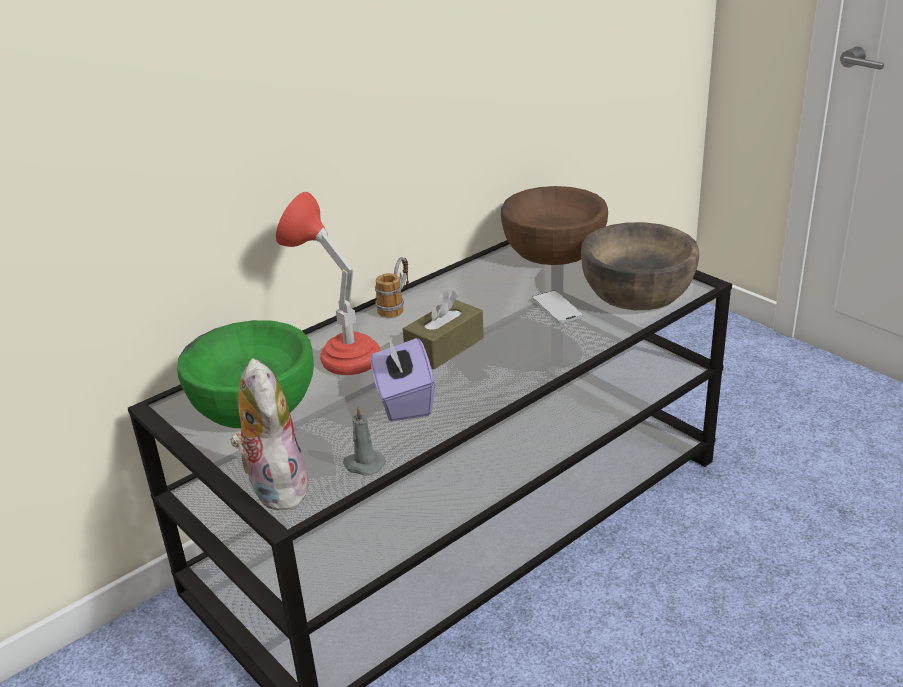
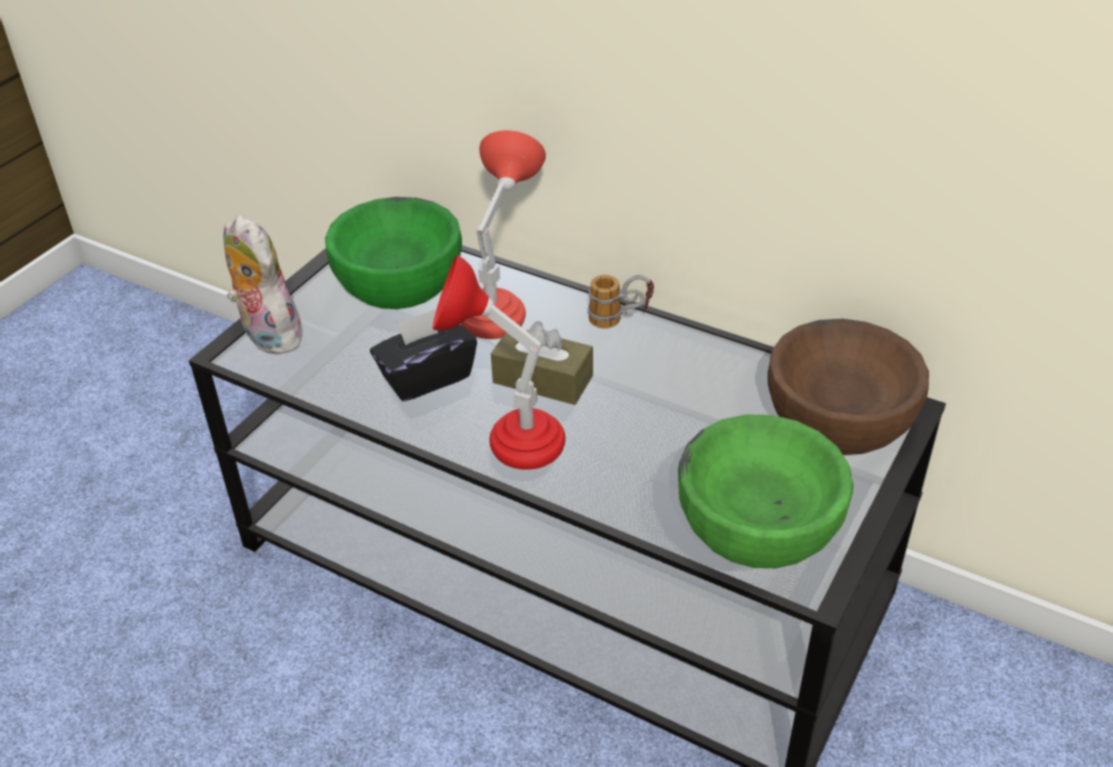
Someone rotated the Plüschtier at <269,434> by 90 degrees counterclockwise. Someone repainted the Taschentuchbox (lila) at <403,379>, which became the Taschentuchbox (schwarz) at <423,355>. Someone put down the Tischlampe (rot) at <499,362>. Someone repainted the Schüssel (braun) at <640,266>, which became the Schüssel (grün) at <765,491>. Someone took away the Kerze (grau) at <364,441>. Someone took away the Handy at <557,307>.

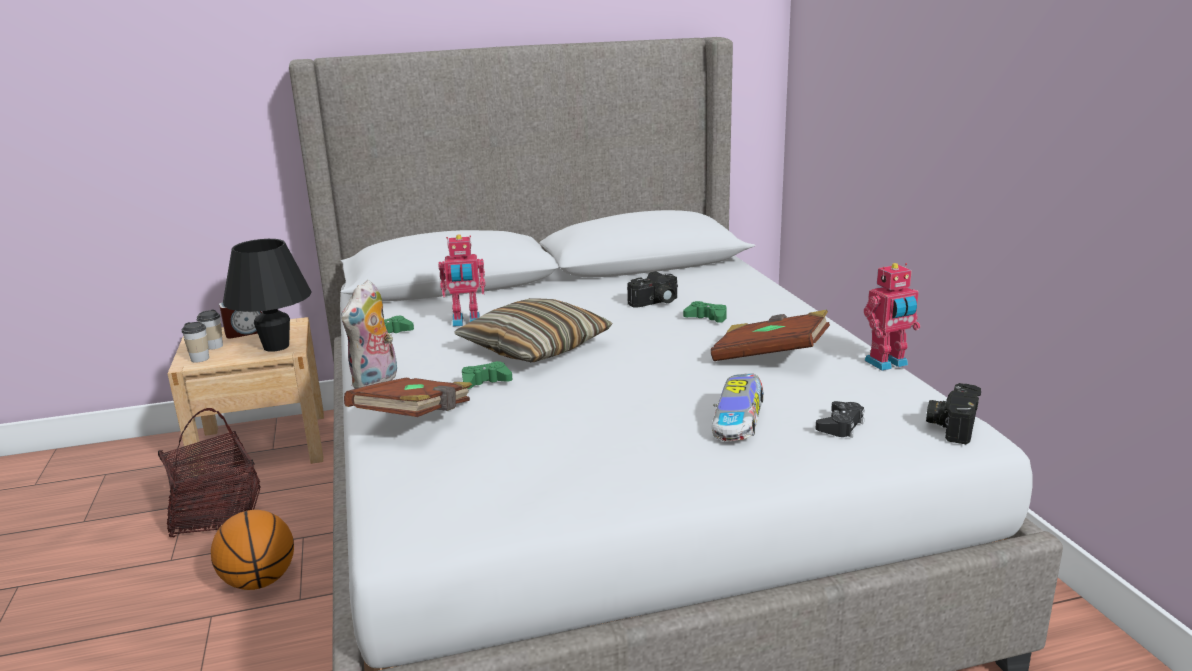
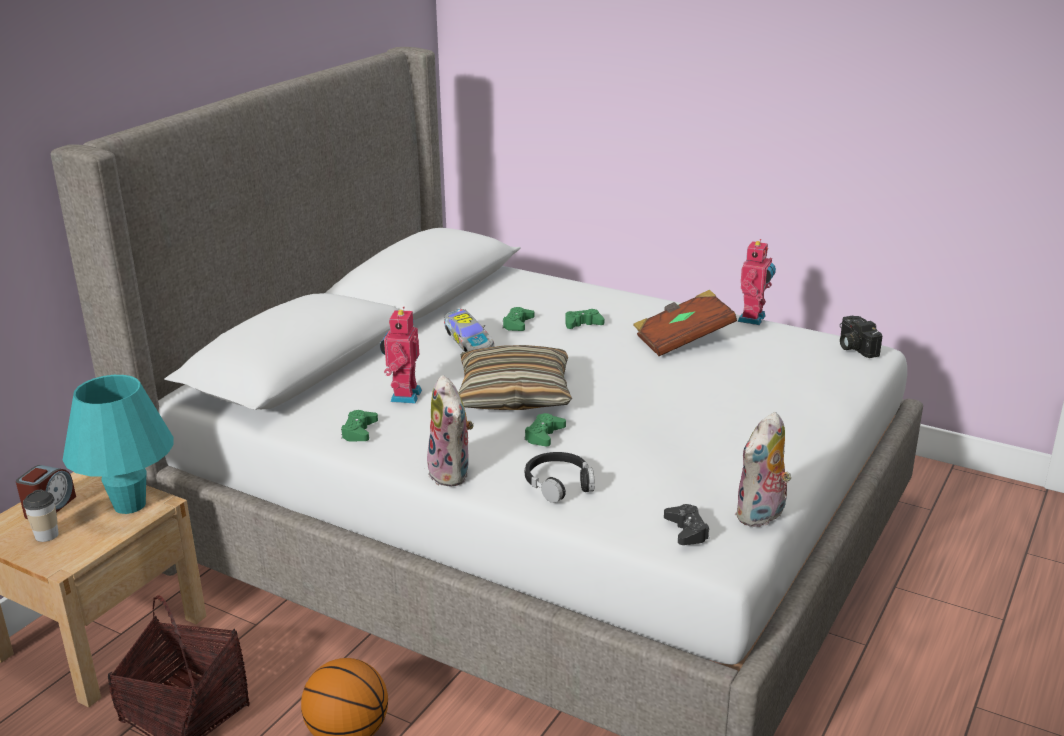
Someone repainted the Tischlampe (schwarz) at <267,295>, which became the Tischlampe (türkis) at <117,444>. Someone rotated the Spielzeugroboter at <462,281> by 150 degrees clockwise. Someone carried the Spielzeugauto from <738,407> to <469,330>. Someone swapped the Kamera at <652,289> for the Gamepad (grün) at <518,319>. Someone swapped the Buch (braun) at <408,397> for the Kopfhörer (schwarz) at <560,477>. Someone carried the Gamepad (schwarz) from <839,419> to <687,524>. Someone put down the Plüschtier at <763,469>. Someone took away the Tasse at <195,342>.

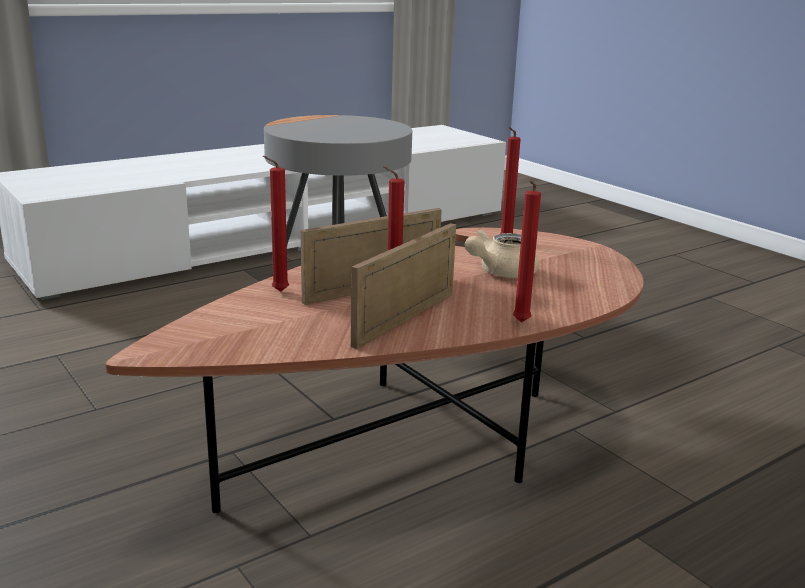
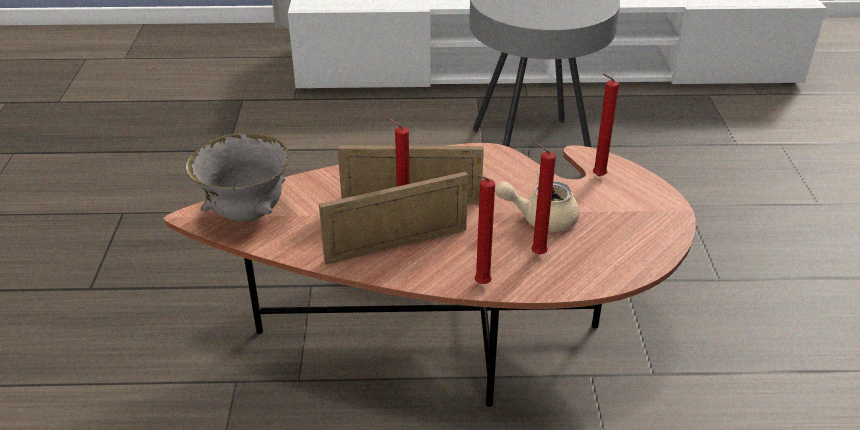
Someone put down the Schüssel (grau) at <237,177>. Someone carried the Kerze (rot) from <276,224> to <543,198>.

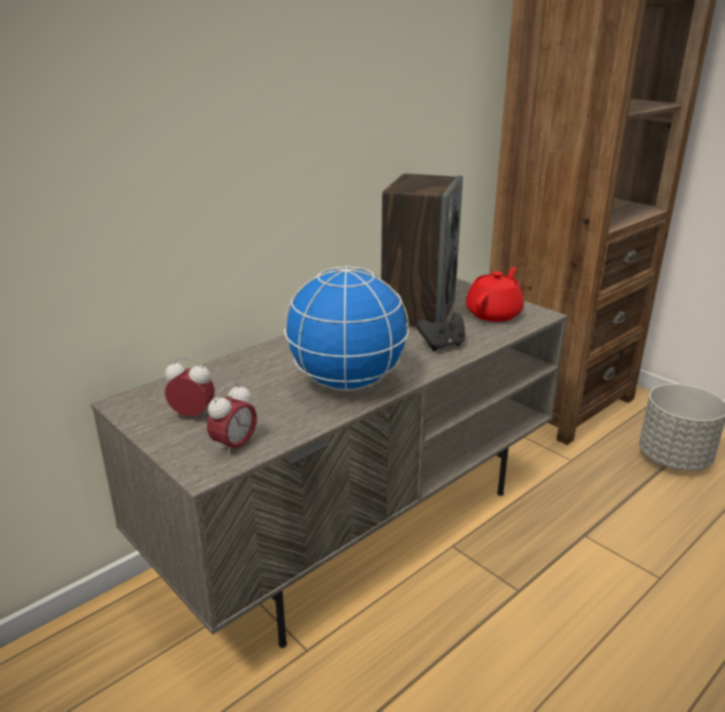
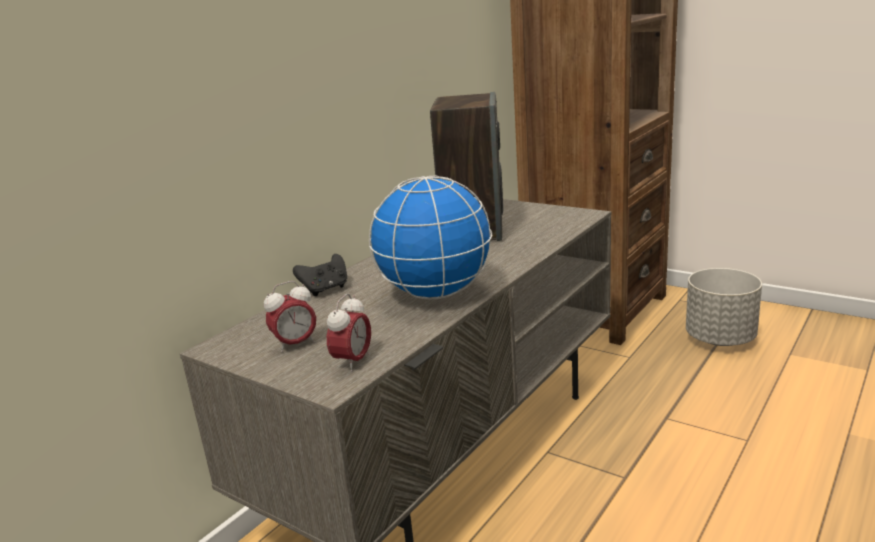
Someone rotated the Wecker at <190,387> by 150 degrees clockwise. Someone carried the Gamepad (schwarz) from <440,332> to <320,275>. Someone took away the Teekanne (rot) at <495,295>.

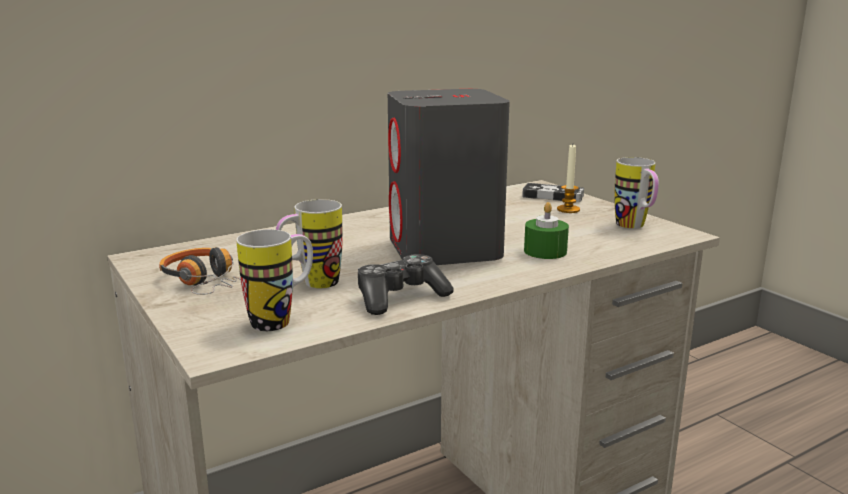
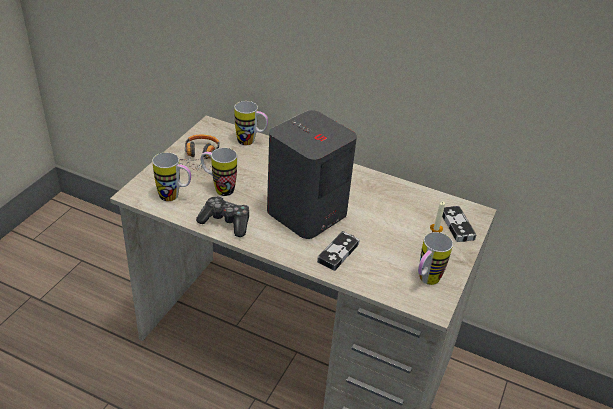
Someone put down the Henkelbecher at <251,123>. Someone swapped the Kerze (grün) at <546,230> for the Gamepad at <338,251>.

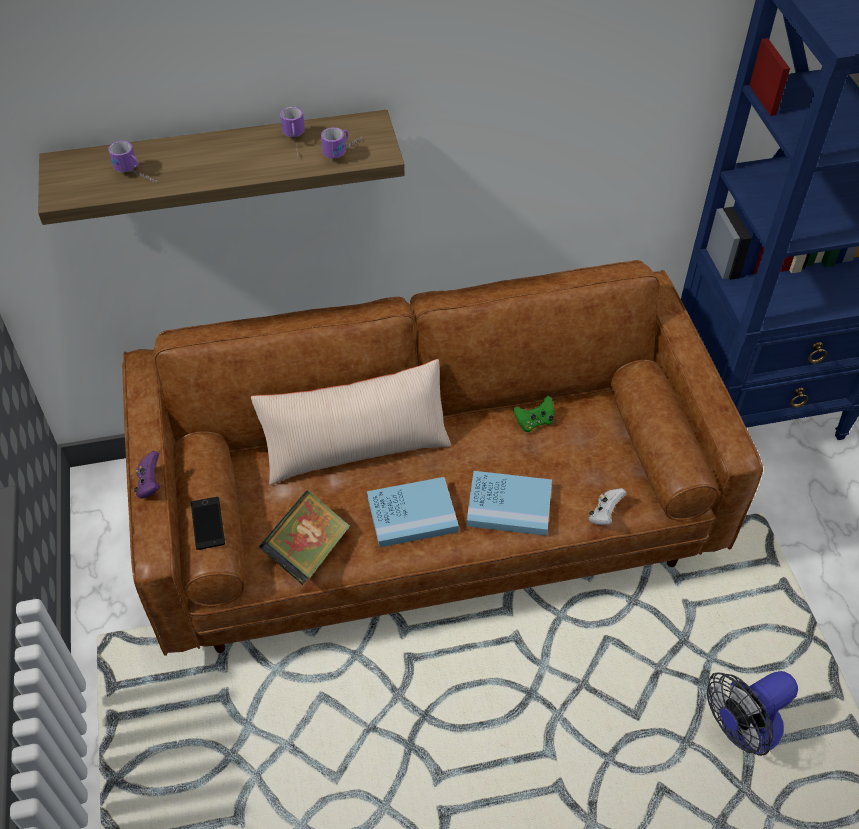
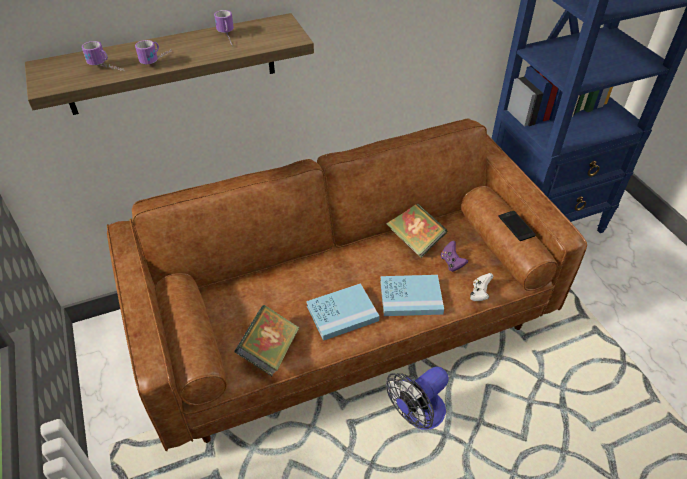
Someone carried the Henkelbecher from <341,142> to <153,52>. Someone swapped the Gamepad (grün) at <533,414> for the Buch at <416,231>. Someone carried the Ventilator from <752,713> to <417,398>. Someone carried the Gamepad (lila) from <147,475> to <454,256>. Someone carried the Handy from <208,523> to <517,226>. Someone took away the Kissen (beige) at <351,422>.

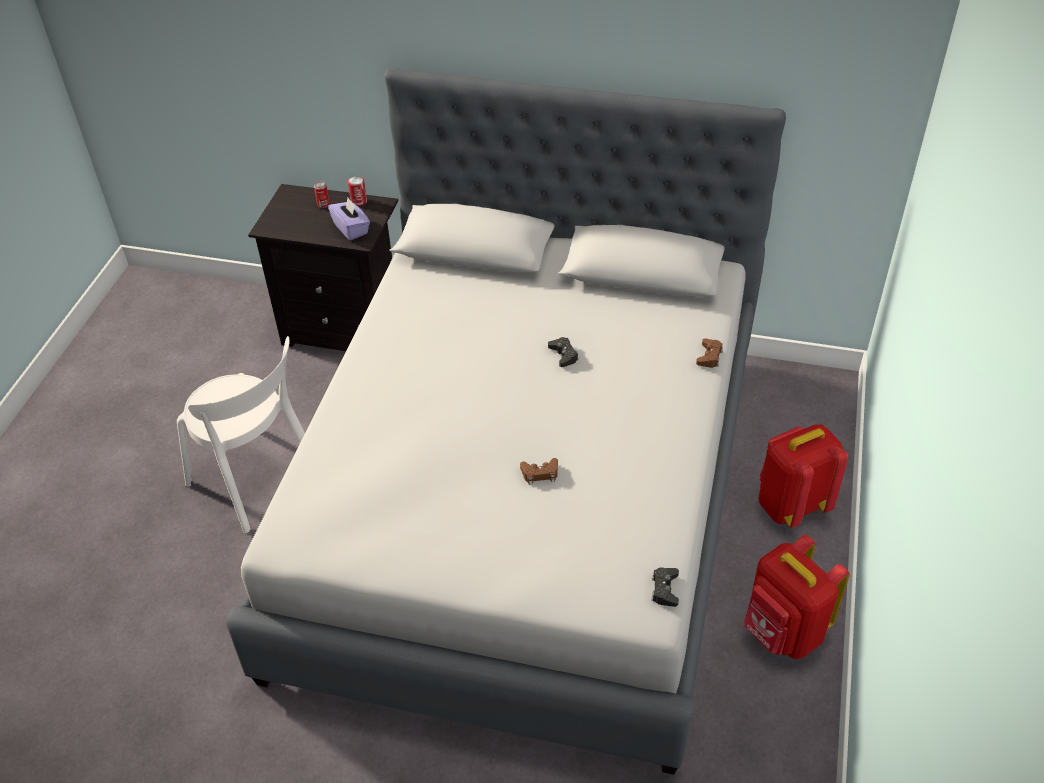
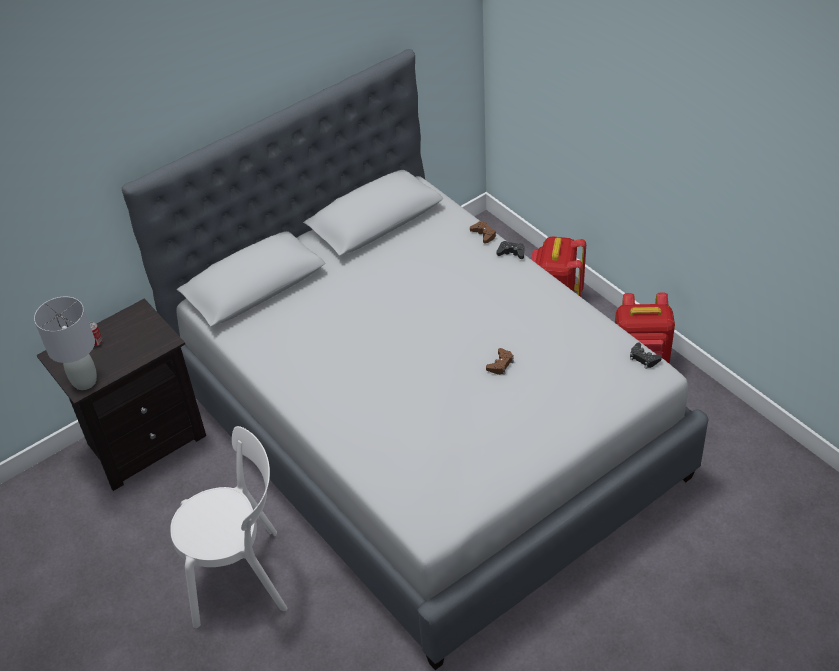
Someone put down the Tischlampe (grau) at <65,343>. Someone carried the Gamepad (schwarz) from <563,352> to <510,250>. Someone took away the Taschentuchbox (lila) at <349,219>. Someone took away the Dose at <357,191>.

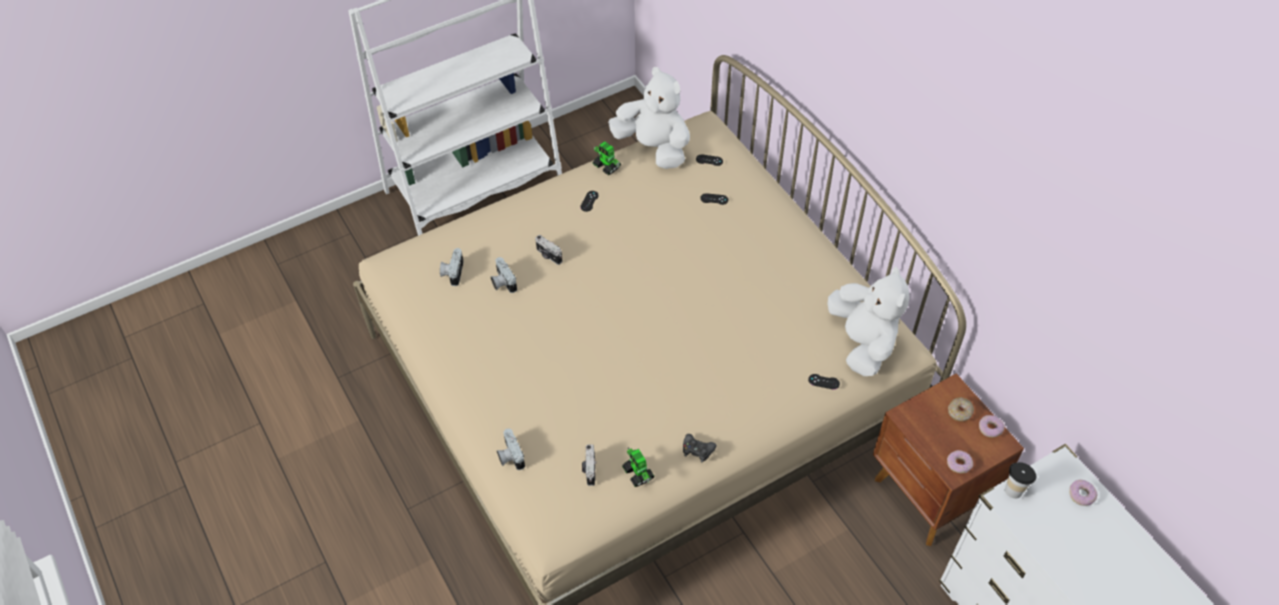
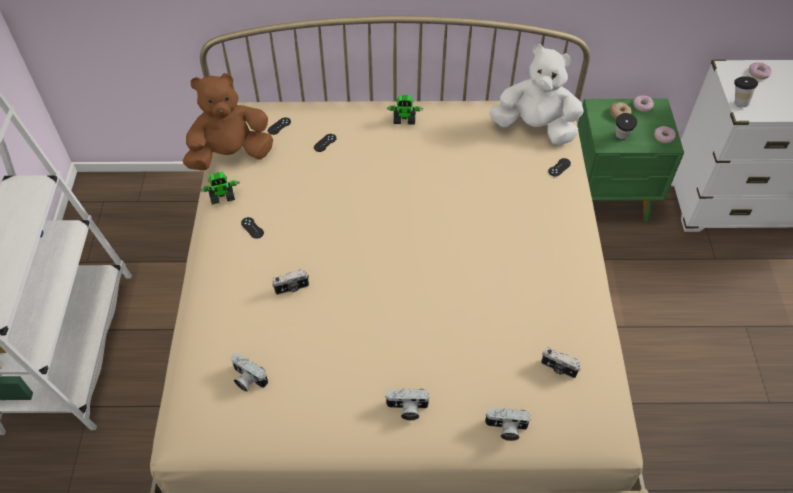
Someone repainted the Plüschtier (weiß) at <649,118>, which became the Plüschtier (braun) at <228,122>. Someone carried the Kamera from <504,275> to <407,404>. Someone carried the Spielzeugroboter from <638,467> to <405,110>. Someone repainted the Nachttisch (braun) at <948,459>, which became the Nachttisch (grün) at <630,161>. Someone put down the Tasse at <626,126>. Someone took away the Gamepad (schwarz) at <700,448>.

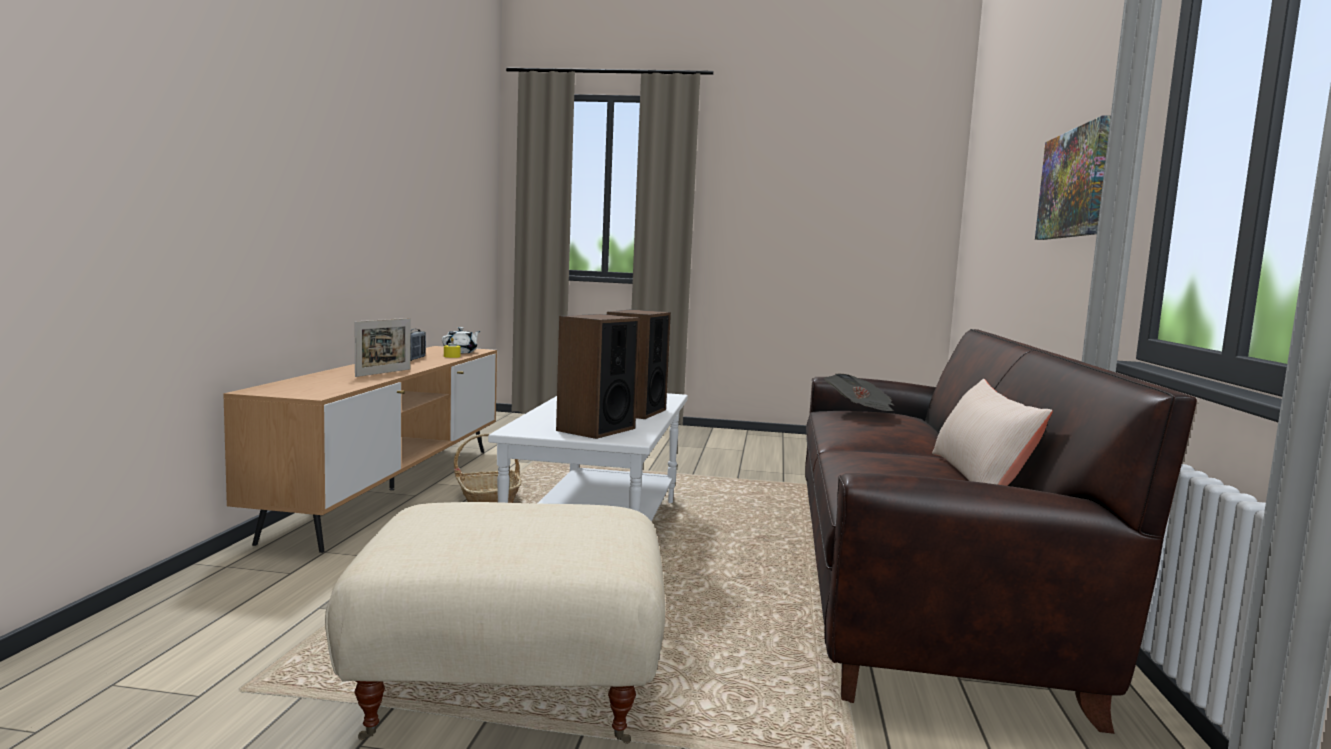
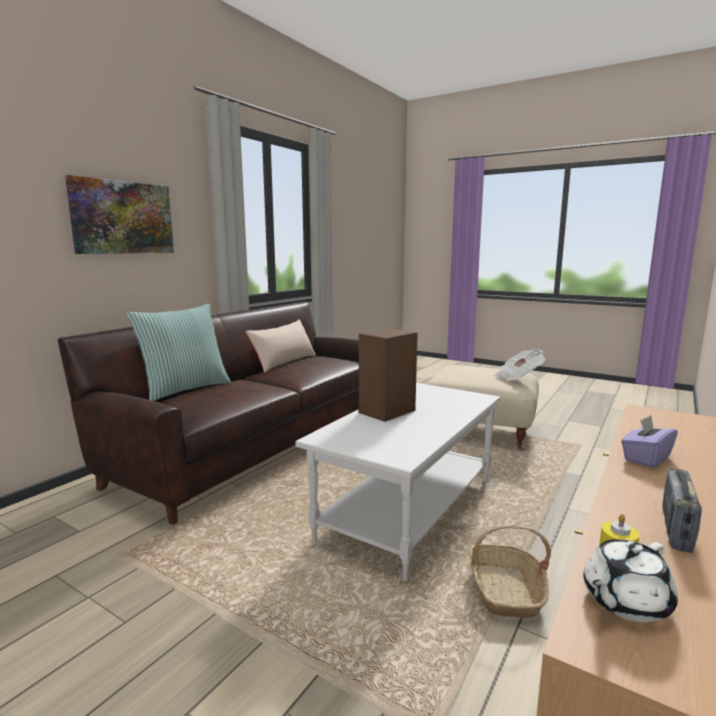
Someone put down the Kissen at <179,352>. Someone carried the Zeitung from <859,392> to <519,364>. Someone swapped the Bilderrahmen at <383,347> for the Taschentuchbox (lila) at <649,441>. Someone took away the Lautsprecher at <598,376>.

